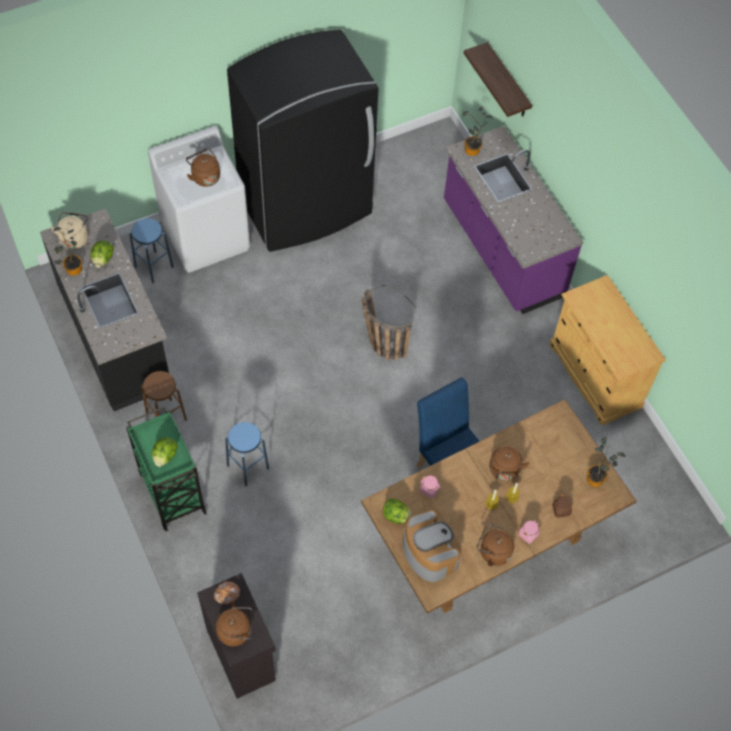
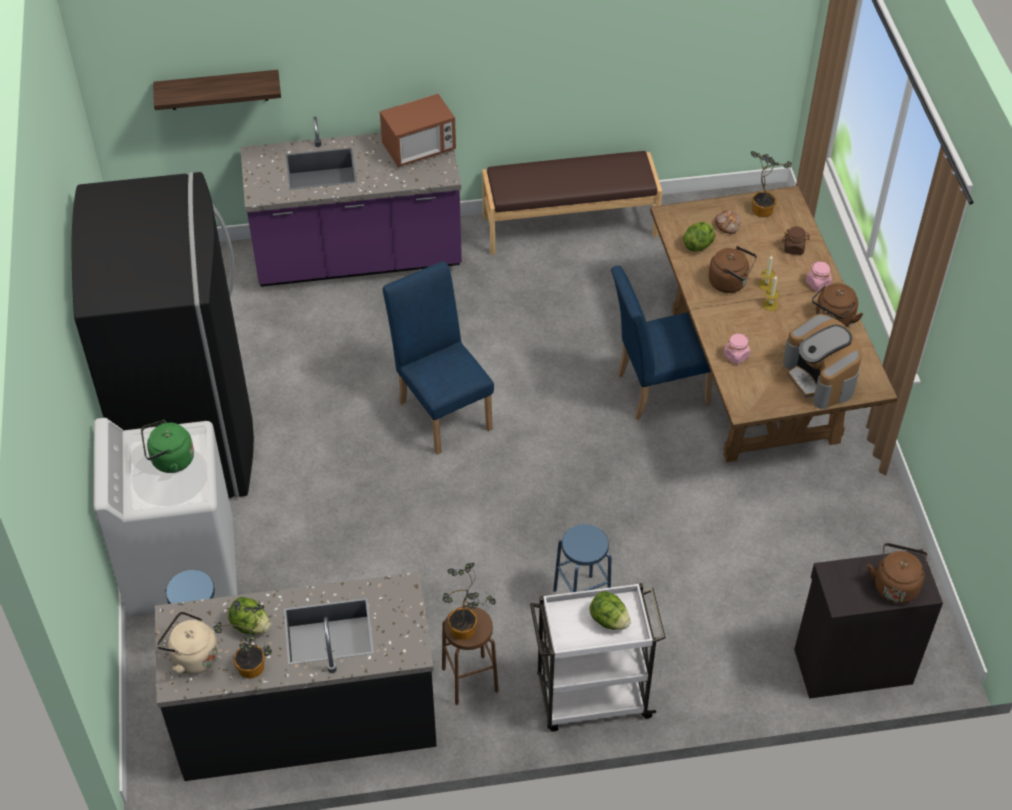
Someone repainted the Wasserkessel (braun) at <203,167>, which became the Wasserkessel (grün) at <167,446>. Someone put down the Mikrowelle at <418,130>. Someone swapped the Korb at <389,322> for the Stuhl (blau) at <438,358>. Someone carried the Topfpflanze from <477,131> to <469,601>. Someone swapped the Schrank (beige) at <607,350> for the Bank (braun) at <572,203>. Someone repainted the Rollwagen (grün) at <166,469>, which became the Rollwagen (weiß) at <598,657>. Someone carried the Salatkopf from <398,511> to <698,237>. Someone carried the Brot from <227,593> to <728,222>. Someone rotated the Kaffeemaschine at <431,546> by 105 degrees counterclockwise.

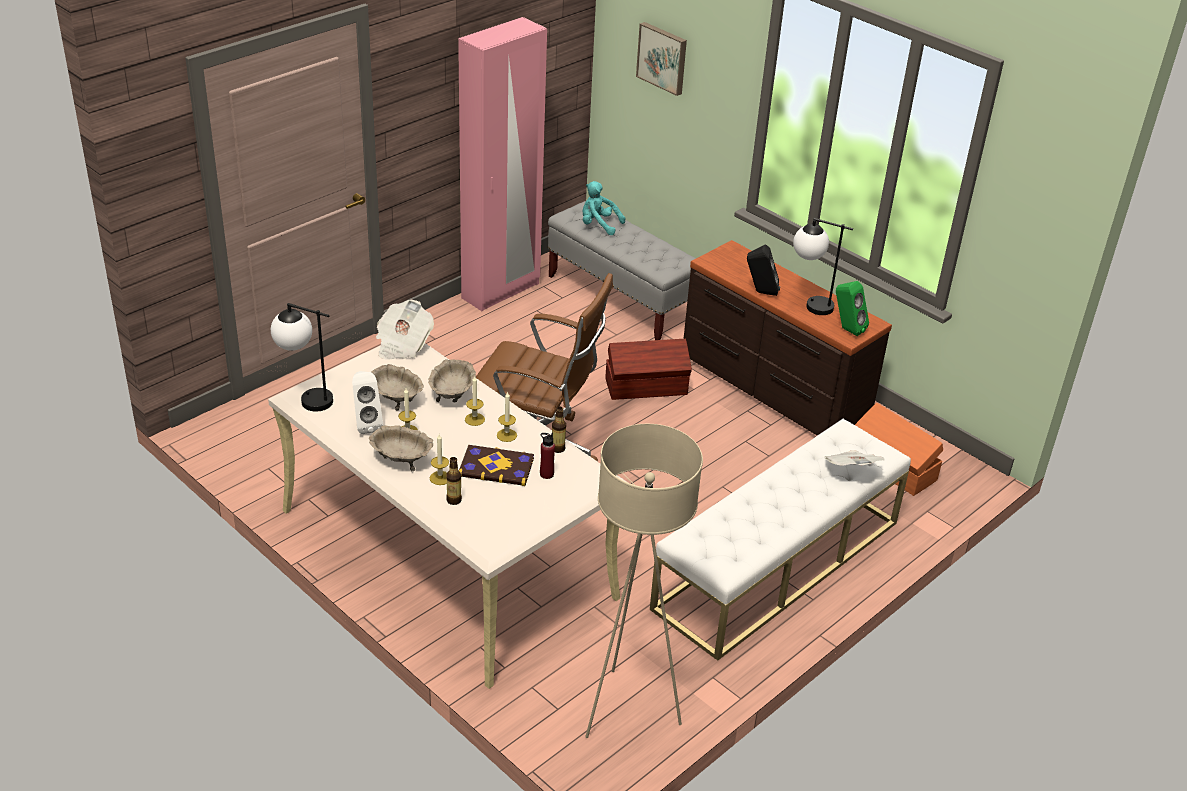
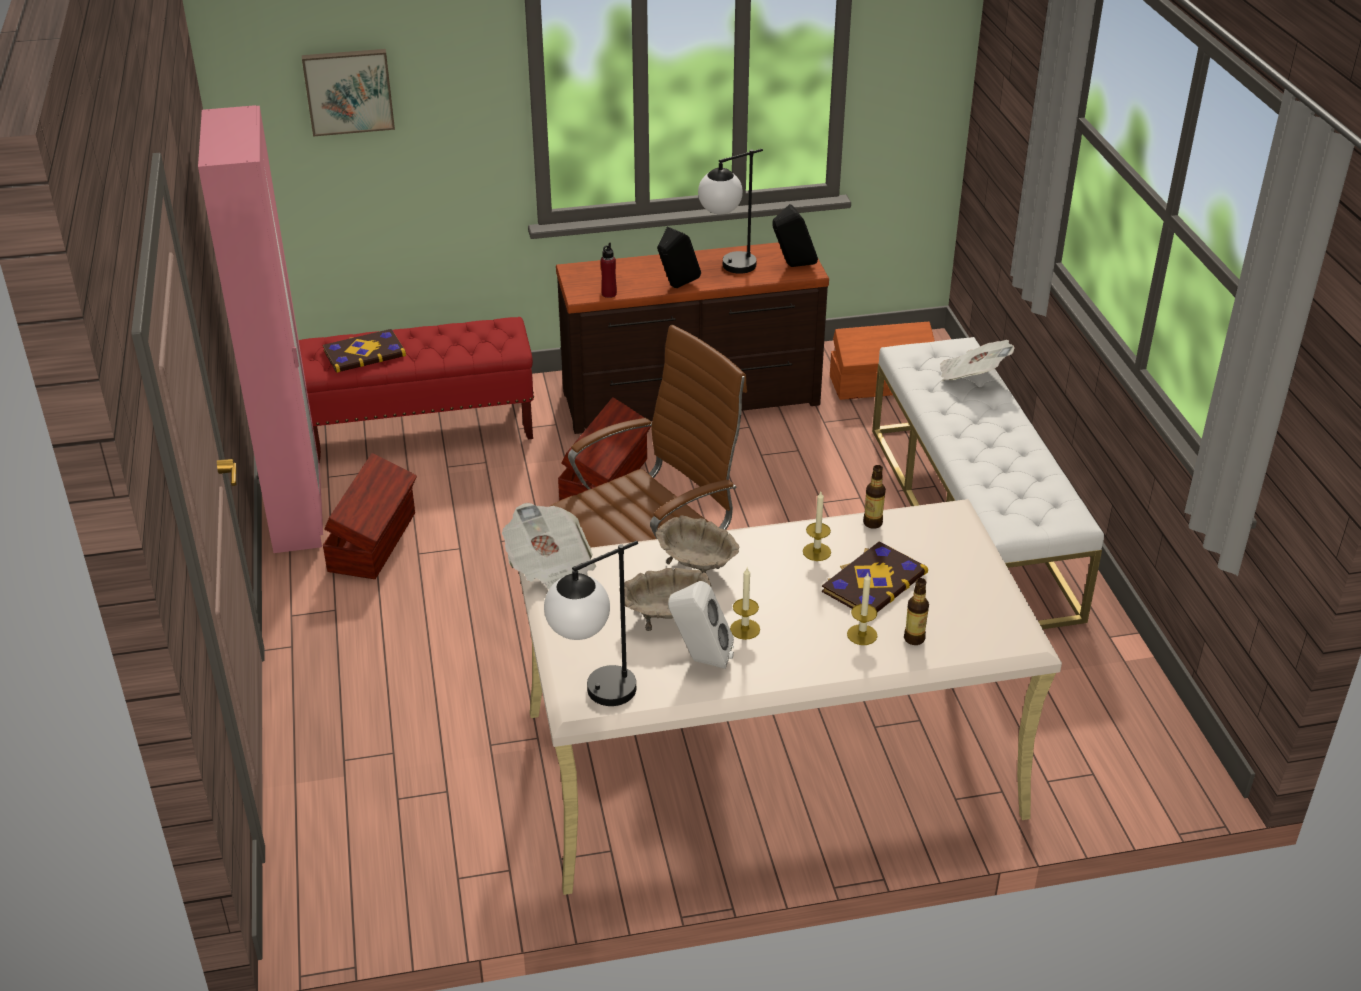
Someone repainted the Bank (grau) at <622,270>, which became the Bank (rot) at <416,389>. Someone swapped the Plüschtier (türkis) at <603,208> for the Buch at <364,351>. Someone put down the Aufbewahrungsbox (braun) at <370,516>. Someone carried the Flasche (rot) from <547,456> to <609,270>. Someone repainted the Lautsprecher (grün) at <852,308>, which became the Lautsprecher (schwarz) at <795,235>. Someone took away the Schüssel (beige) at <401,448>. Someone took away the Kerze at <475,401>. Someone took away the Stehlampe (beige) at <644,581>.

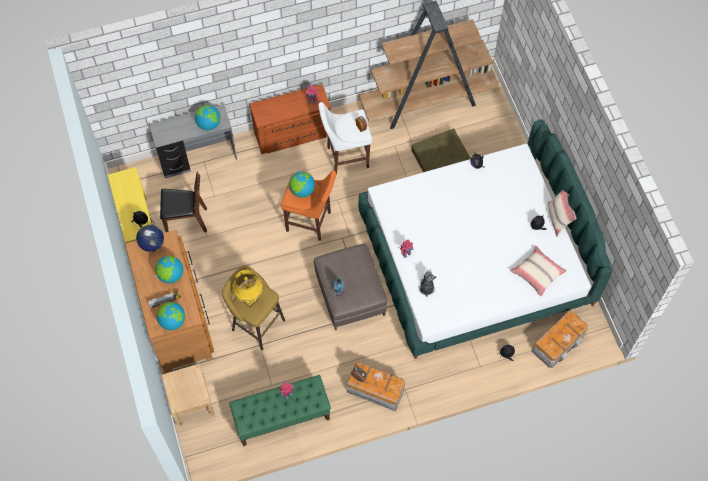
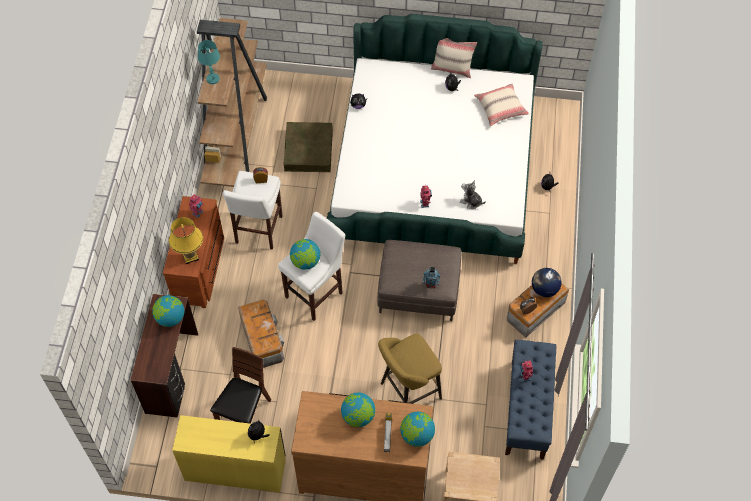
Someone repainted the Schreibtisch (grau) at <193,141>, which became the Schreibtisch (braun) at <164,356>. Someone carried the Tischlampe (gelb) from <247,288> to <186,240>. Someone put down the Tischlampe (türkis) at <209,62>. Someone carried the Aufbewahrungsbox from <560,339> to <261,333>. Someone repainted the Hocker (orange) at <308,206>, which became the Hocker (weiß) at <311,266>. Someone repainted the Bank (grün) at <280,410>, which became the Bank (blau) at <530,400>. Someone carried the Globus from <150,238> to <547,282>.

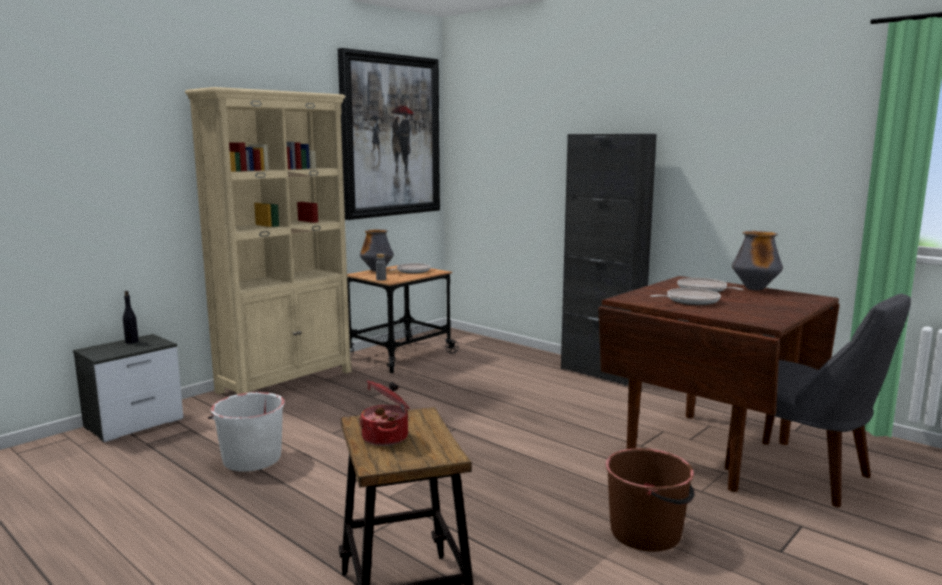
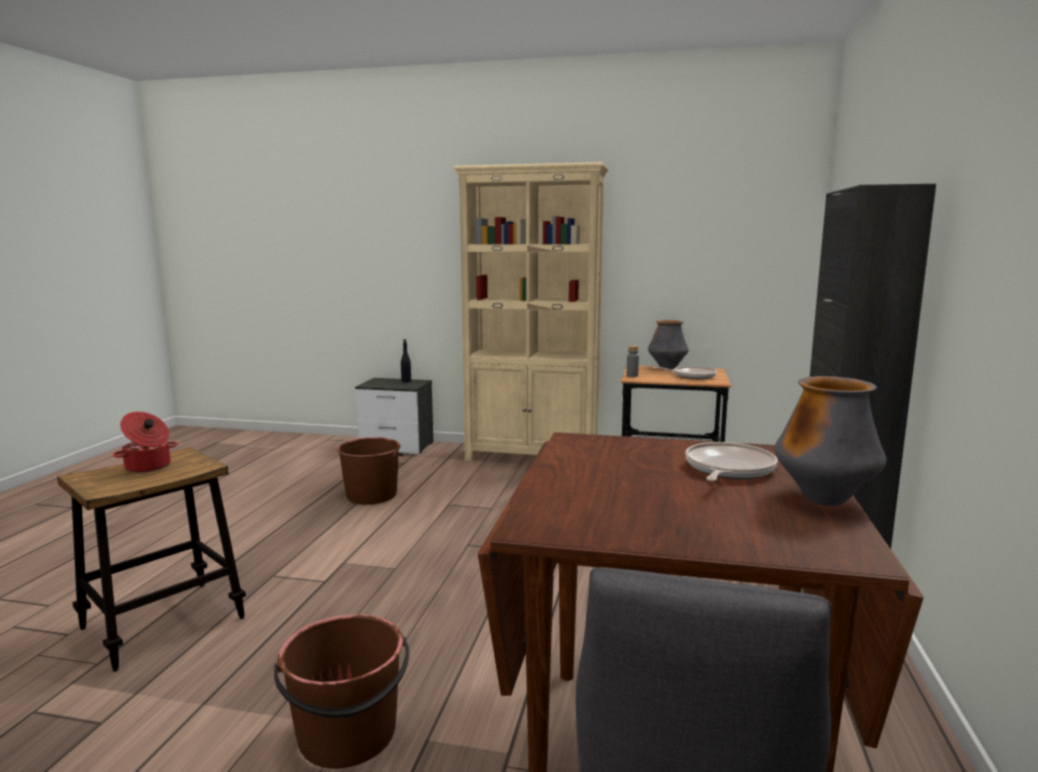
Someone repainted the Eimer (weiß) at <246,432>, which became the Eimer (braun) at <370,471>. Someone took away the Bild at <389,134>. Someone took away the Pfanne at <686,296>.

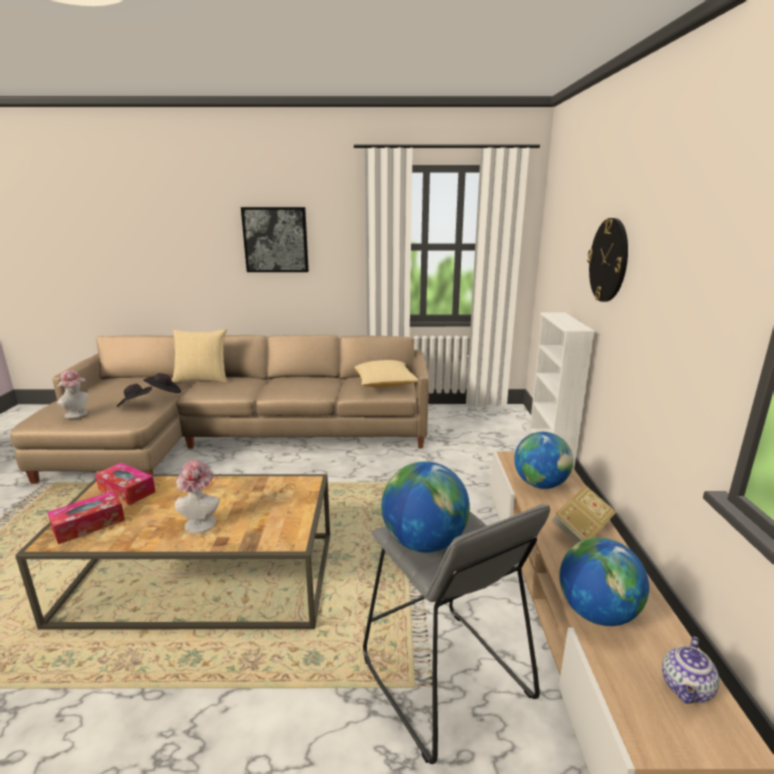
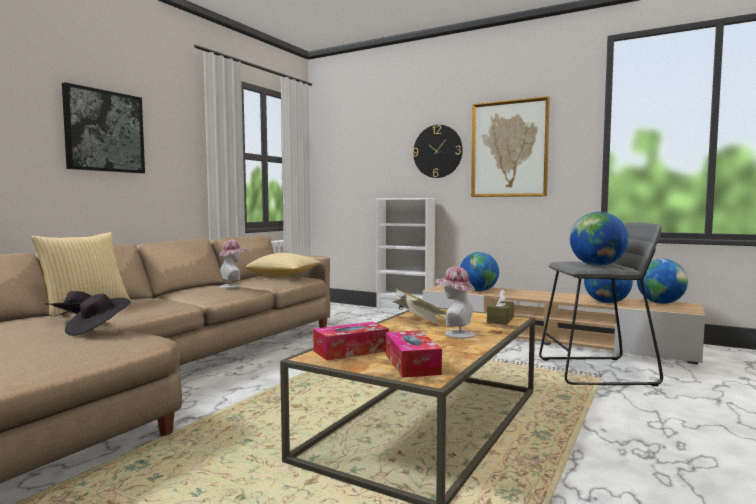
Someone carried the Hut from <72,394> to <233,264>. Someone carried the Buch from <583,514> to <419,306>. Someone put up the Bild at <510,146>. Someone put down the Taschentuchbox (braun) at <500,307>. Someone swapped the Teekanne at <691,670> for the Globus at <662,281>.

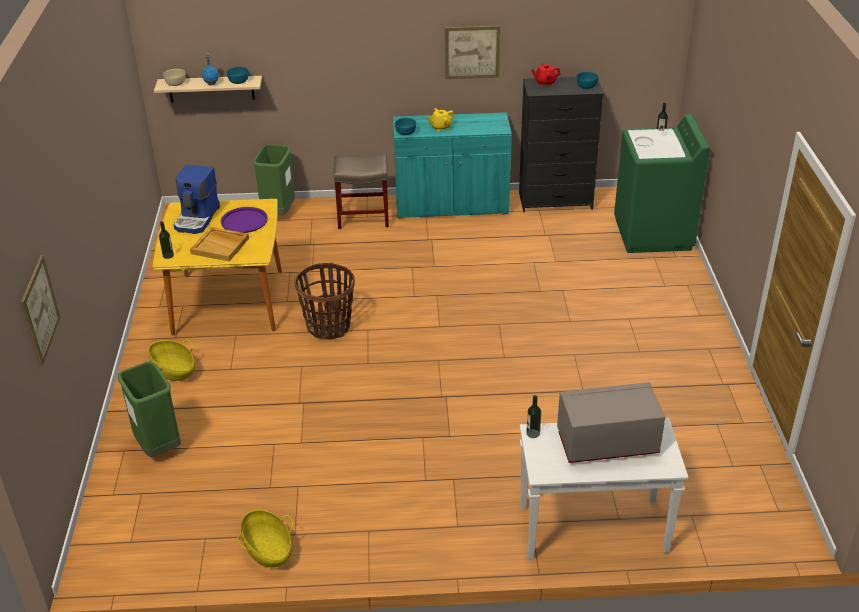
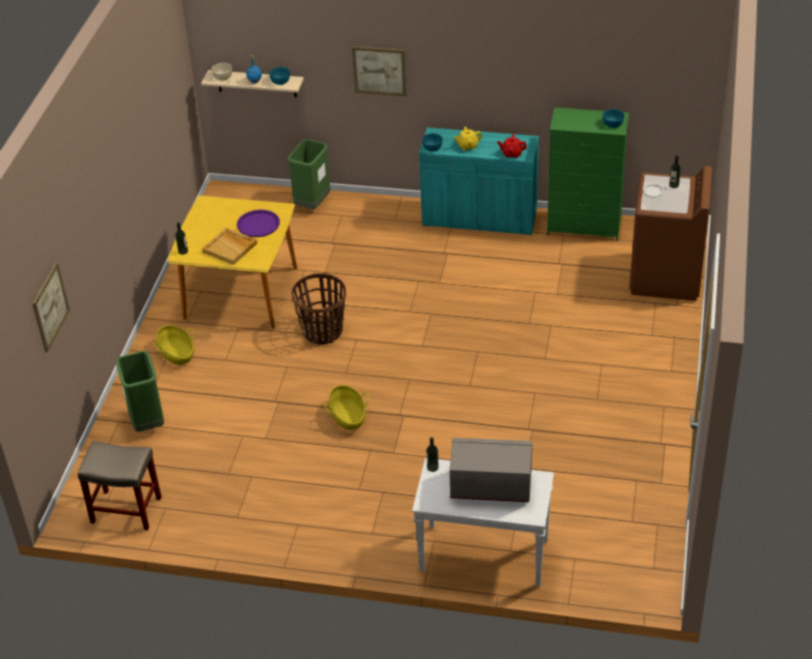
Someone carried the Hocker (beige) from <361,191> to <120,485>. Someone carried the Korb from <265,538> to <346,407>. Someone carried the Bild from <472,52> to <379,71>. Someone carried the Teekanne (rot) from <546,74> to <512,146>. Someone repainted the Kommode (schwarz) at <561,144>, which became the Kommode (grün) at <588,174>. Someone repainted the Waschmaschine (grün) at <662,183>, which became the Waschmaschine (braun) at <670,233>. Someone took away the Kaffeemaschine at <197,199>.

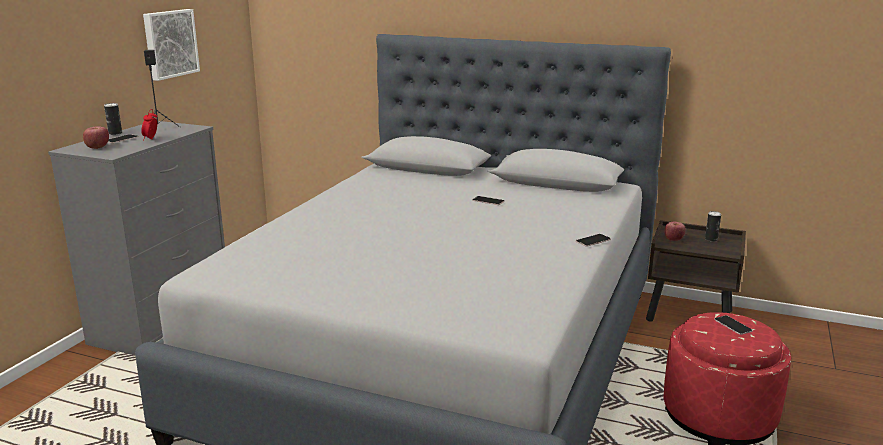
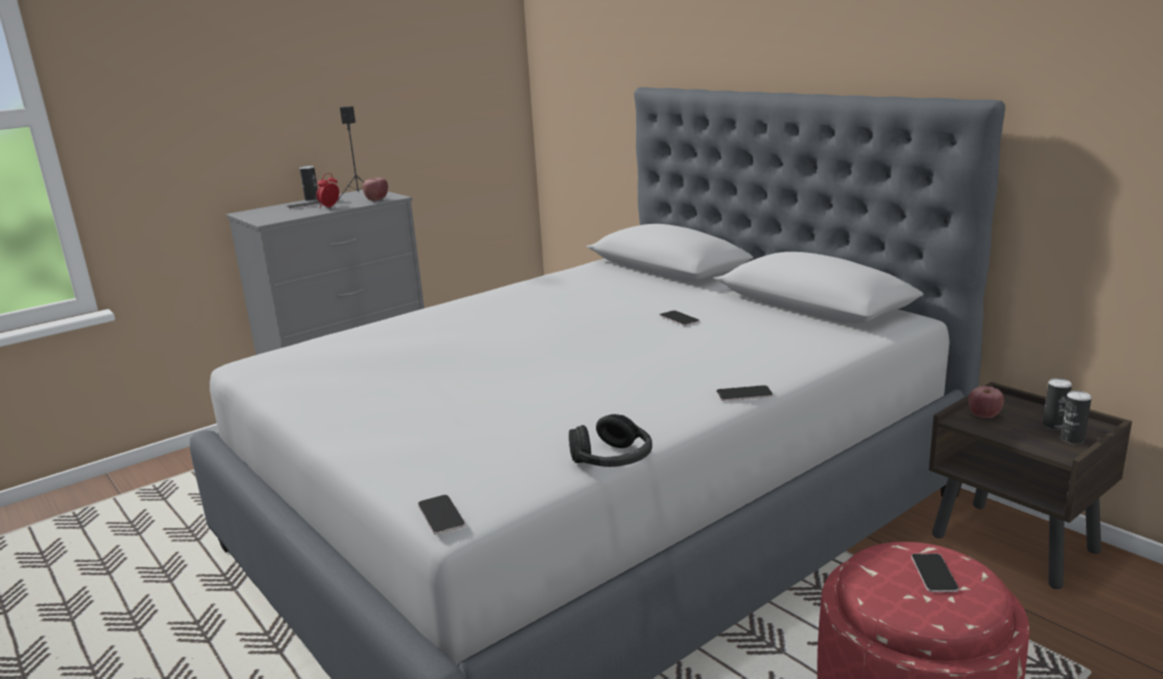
Someone carried the Apfel from <96,137> to <375,189>. Someone put down the Handy at <442,515>. Someone put down the Kopfhörer (schwarz) at <610,440>. Someone put down the Dose at <1076,417>. Someone took away the Bild at <171,45>.

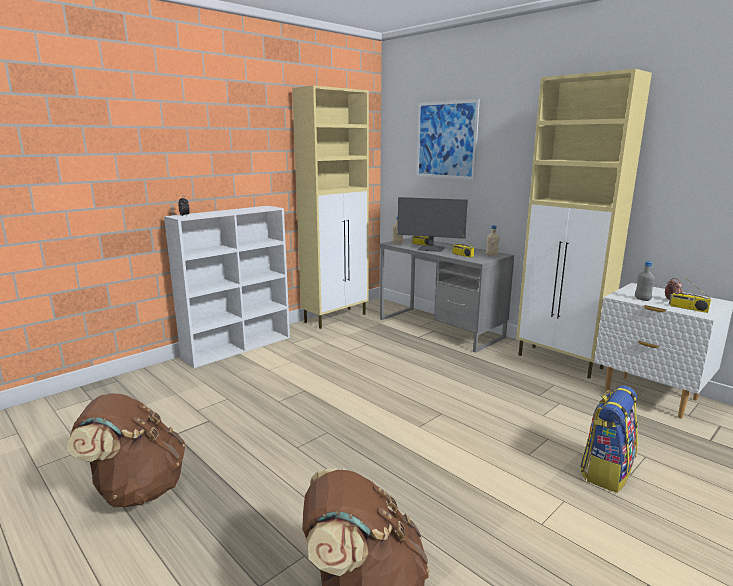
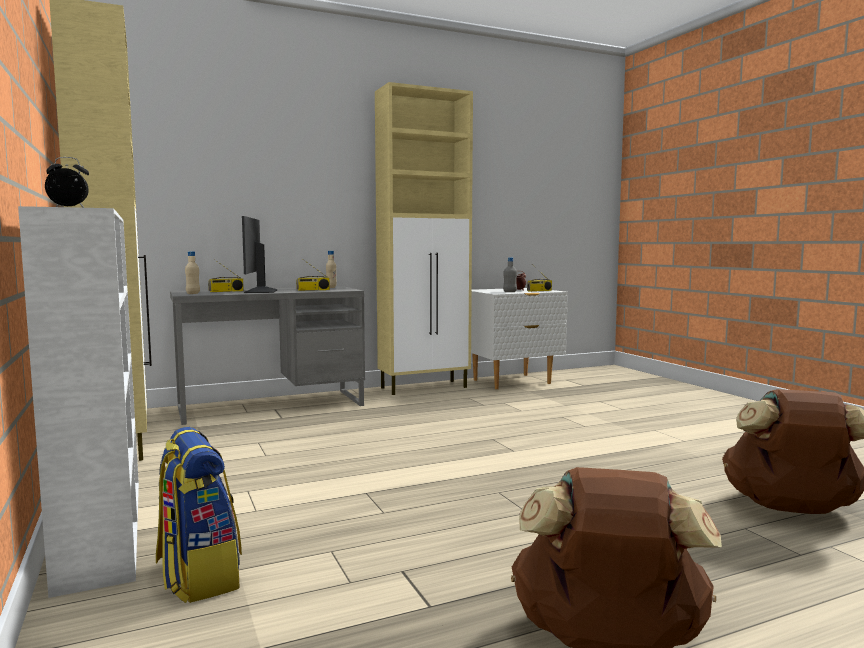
Someone carried the Rucksack from <609,439> to <199,515>. Someone rotated the Monitor at <432,224> by 135 degrees clockwise. Someone took away the Bild at <448,139>.

